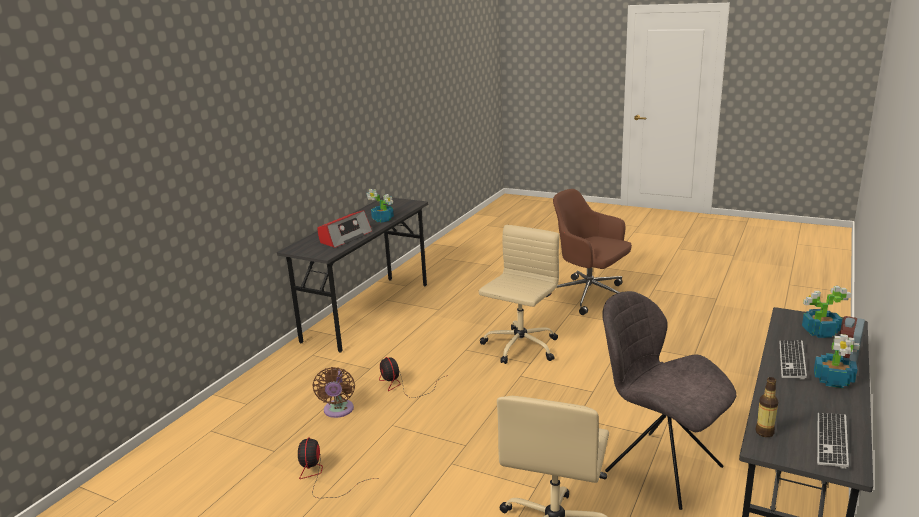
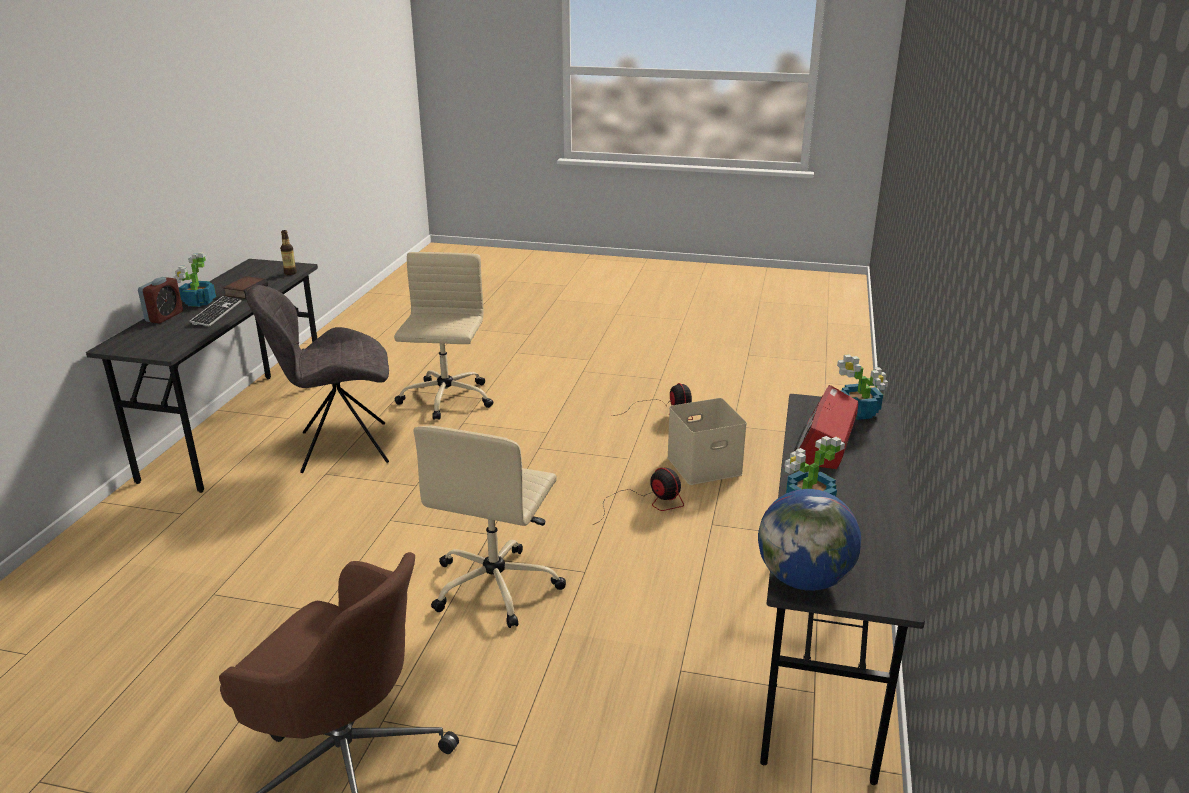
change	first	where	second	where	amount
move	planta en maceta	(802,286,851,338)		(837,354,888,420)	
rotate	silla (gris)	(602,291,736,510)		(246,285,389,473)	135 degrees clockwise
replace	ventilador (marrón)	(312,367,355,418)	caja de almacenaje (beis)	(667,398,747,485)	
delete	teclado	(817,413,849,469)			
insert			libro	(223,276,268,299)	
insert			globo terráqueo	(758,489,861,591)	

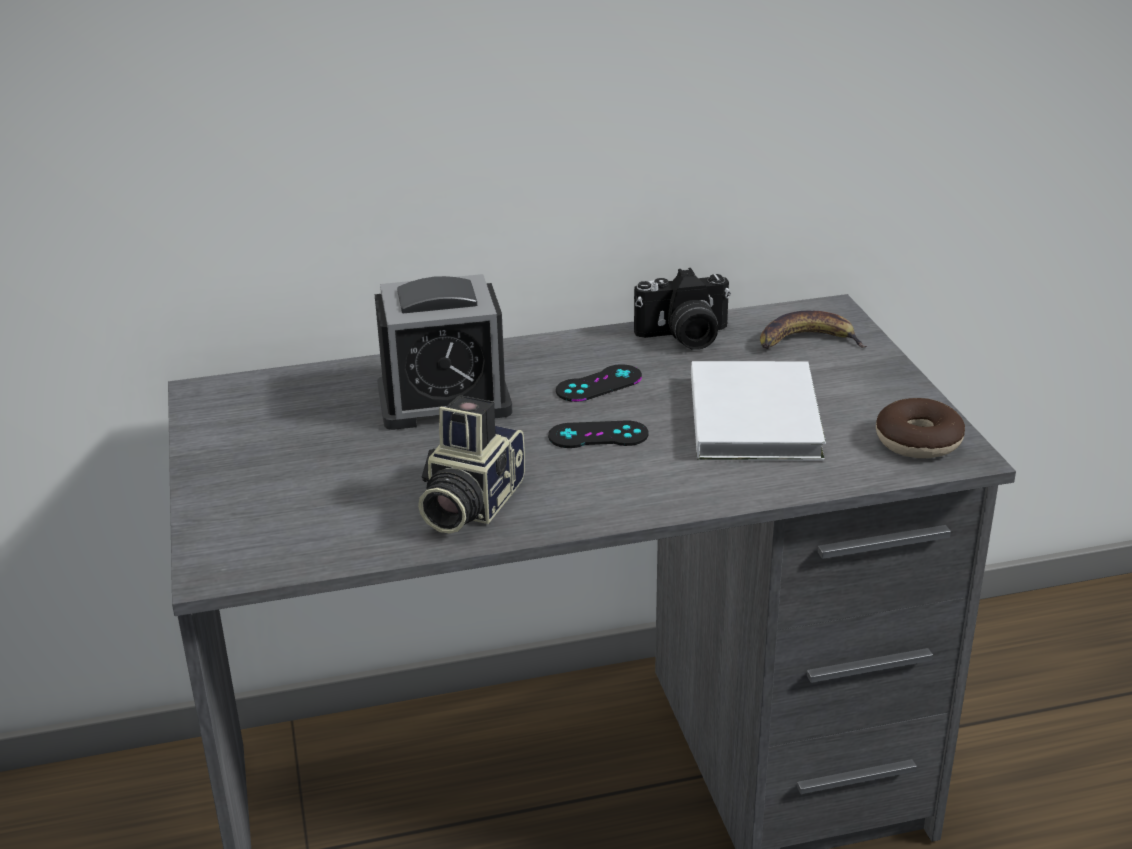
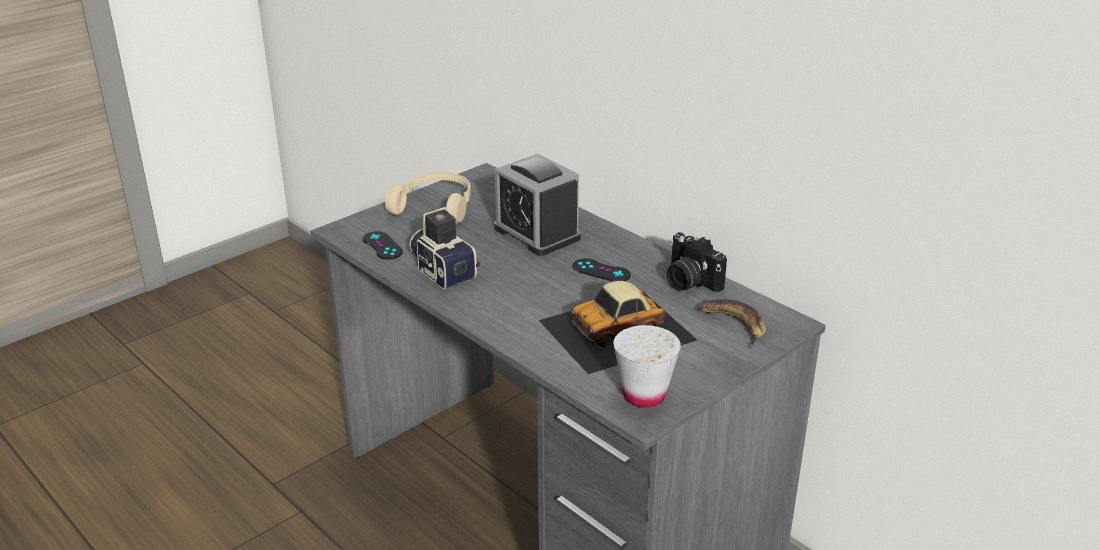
change	first	where	second	where	amount
replace	libro (blanco)	(691,361,826,461)	coche de juguete	(539,281,697,374)	
rotate	cámara	(418,395,525,534)		(409,207,480,289)	60 degrees clockwise
replace	rosquilla	(876,398,965,458)	taza (blanco)	(614,325,681,408)	
move	mando de consola (negro)	(548,420,649,448)		(363,231,403,260)	
insert			auriculares (beis)	(385,172,471,224)	

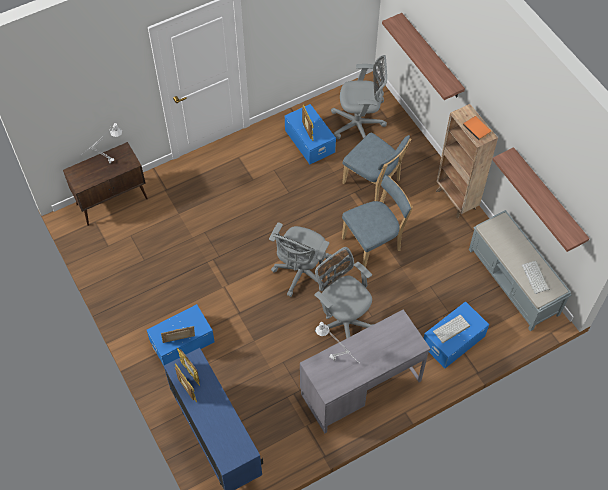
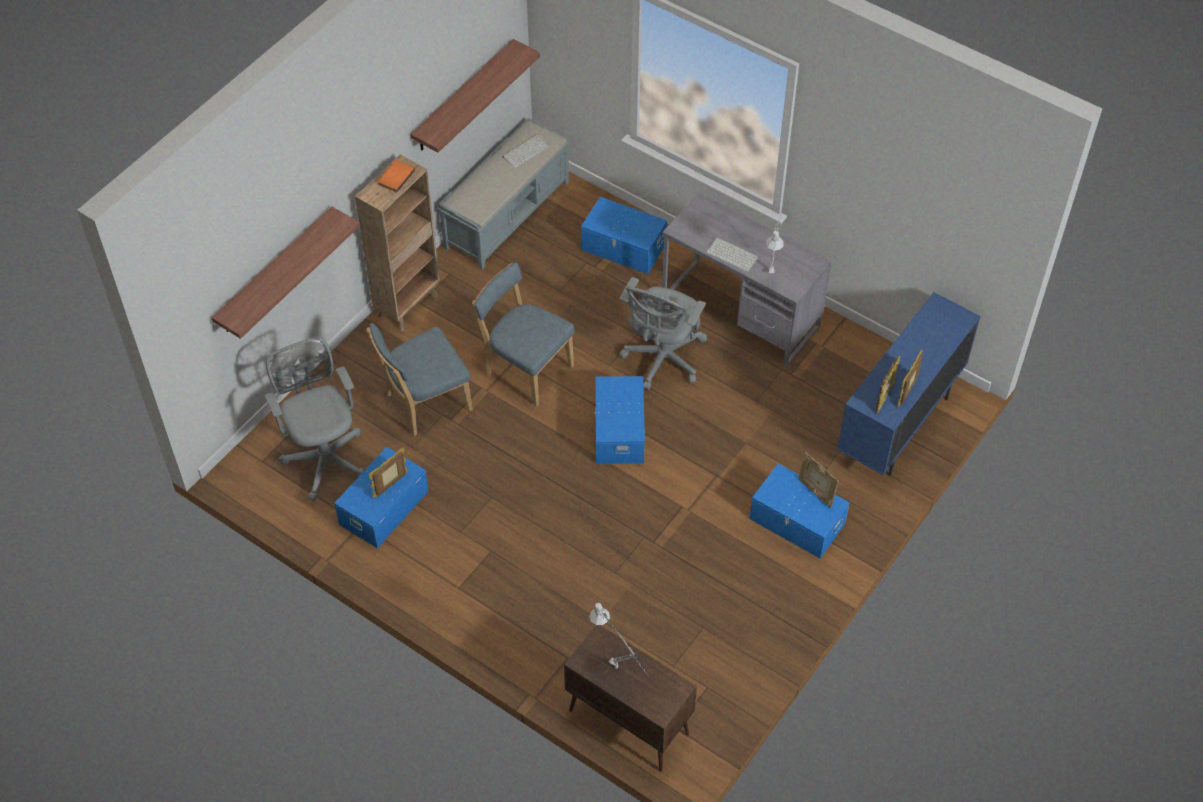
change	first	where	second	where	amount
rotate	silla (azul)	(342,132,411,201)		(366,323,473,436)	135 degrees counterclockwise
replace	silla de oficina (gris)	(269,222,333,297)	caja de almacenaje (azul)	(593,376,645,464)	
move	teclado	(433,315,470,343)		(706,237,759,272)	

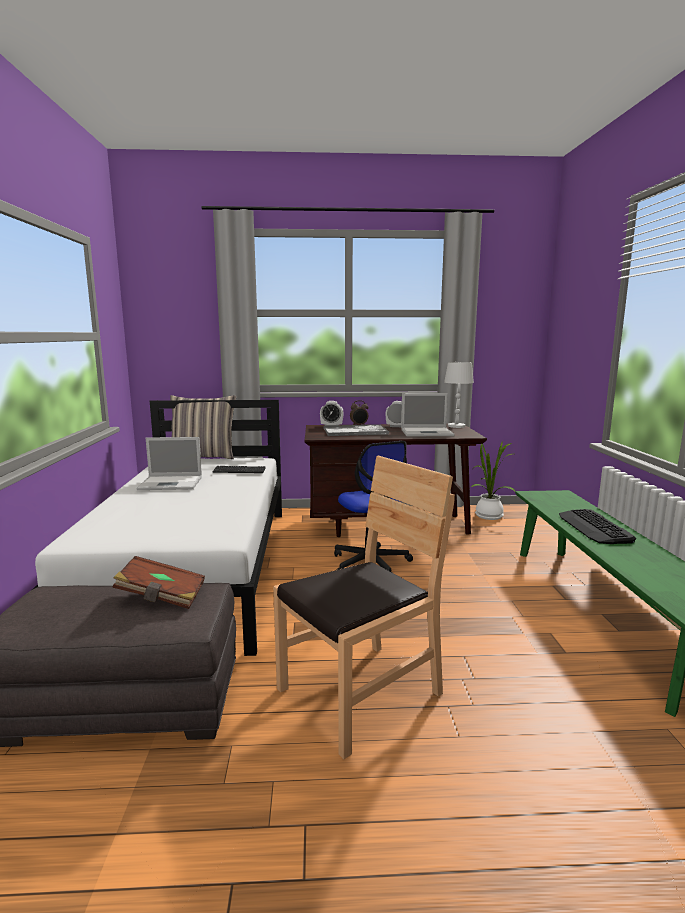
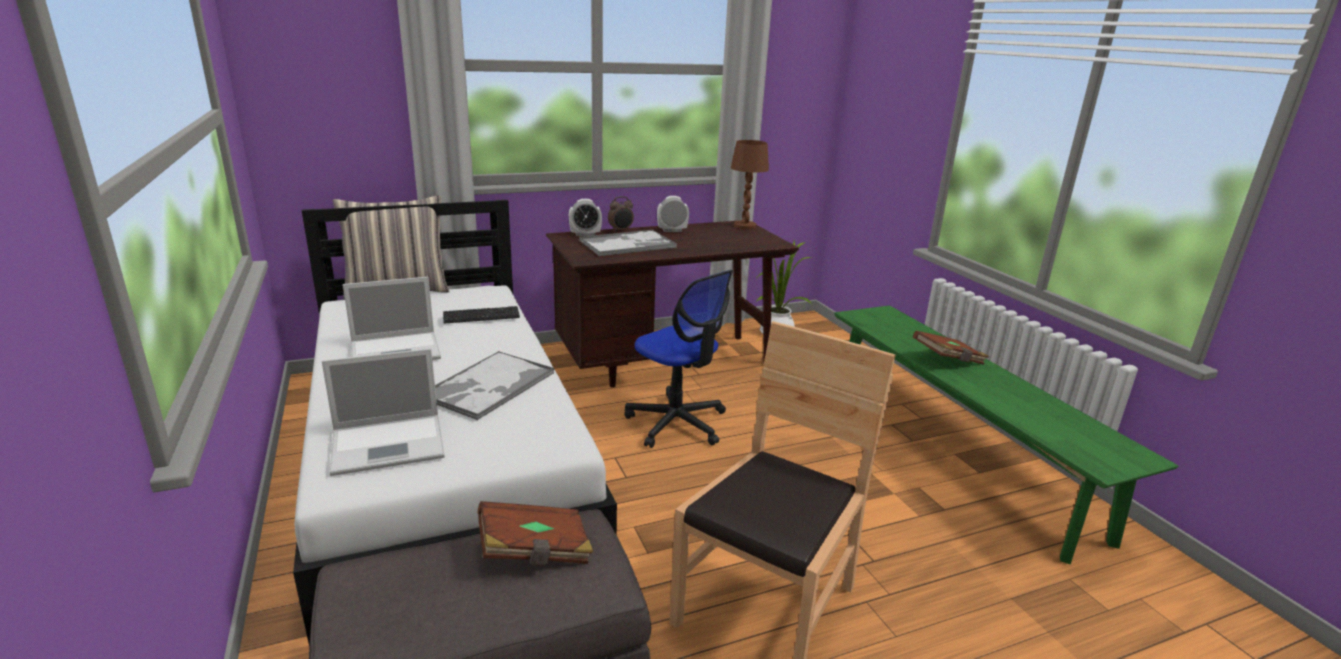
change	first	where	second	where	amount
recolor	lámpara de mesa (blanco)	(444,362,474,428)	lámpara de mesa (marrón)	(731,140,769,229)	
move	portátil	(401,393,455,436)		(322,348,445,476)	
replace	teclado	(559,509,636,544)	libro (marrón)	(913,331,989,365)	
insert			bandeja	(435,351,554,420)	

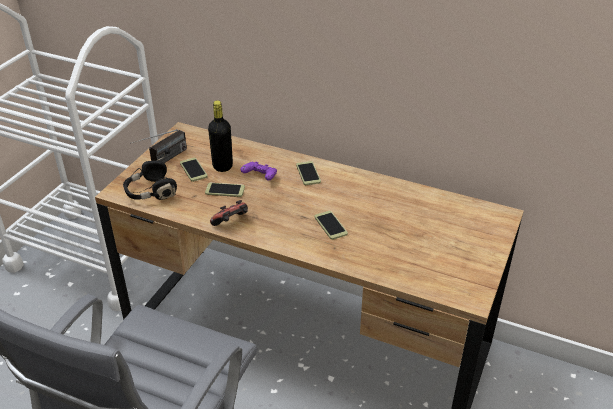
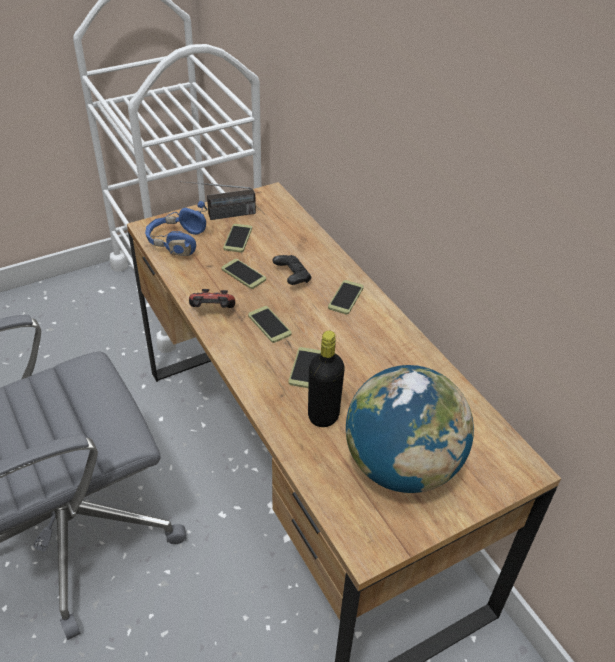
change	first	where	second	where	amount
move	botella (negro)	(208,100,233,172)		(308,331,345,427)	
recolor	auriculares (negro)	(123,148,177,200)	auriculares (azul)	(145,201,207,256)	
recolor	mando de consola (morado)	(240,162,277,181)	mando de consola (negro)	(272,255,311,285)	
insert			móvil	(248,306,292,343)	
insert			globo terráqueo	(346,365,474,493)	

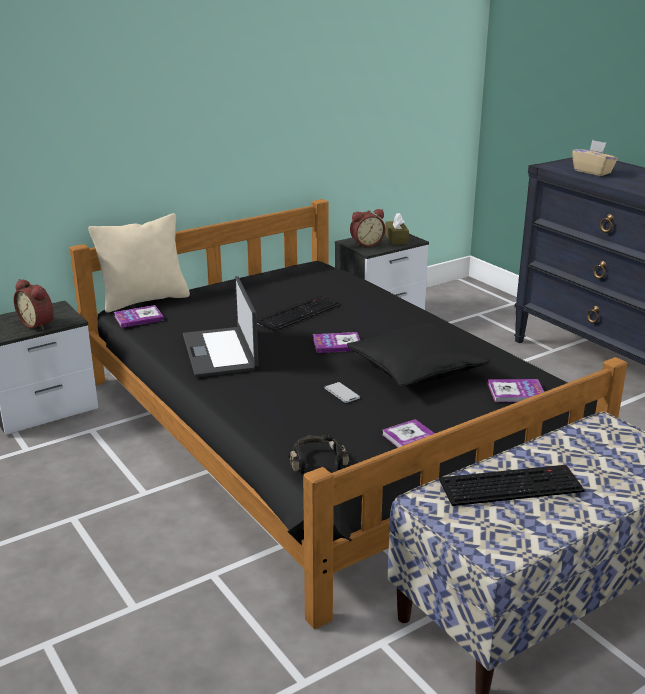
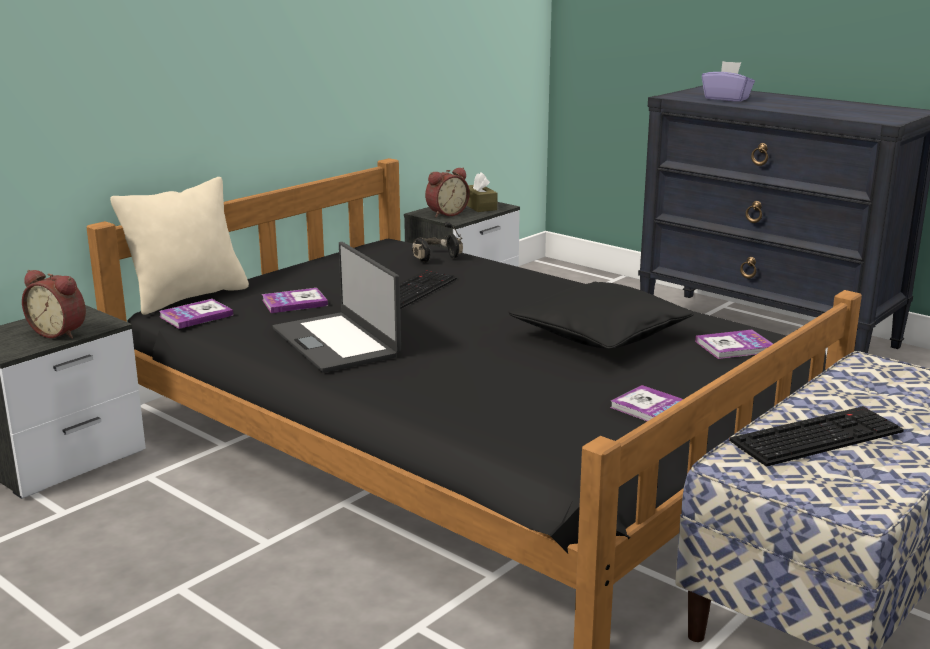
change	first	where	second	where	amount
recolor	caja de pañuelos (beis)	(572,140,618,176)	caja de pañuelos (morado)	(702,61,755,102)	
move	libro	(313,332,360,353)		(262,288,328,313)	
delete	móvil	(325,382,360,403)			
move	auriculares (negro)	(289,434,349,474)		(412,222,463,263)	

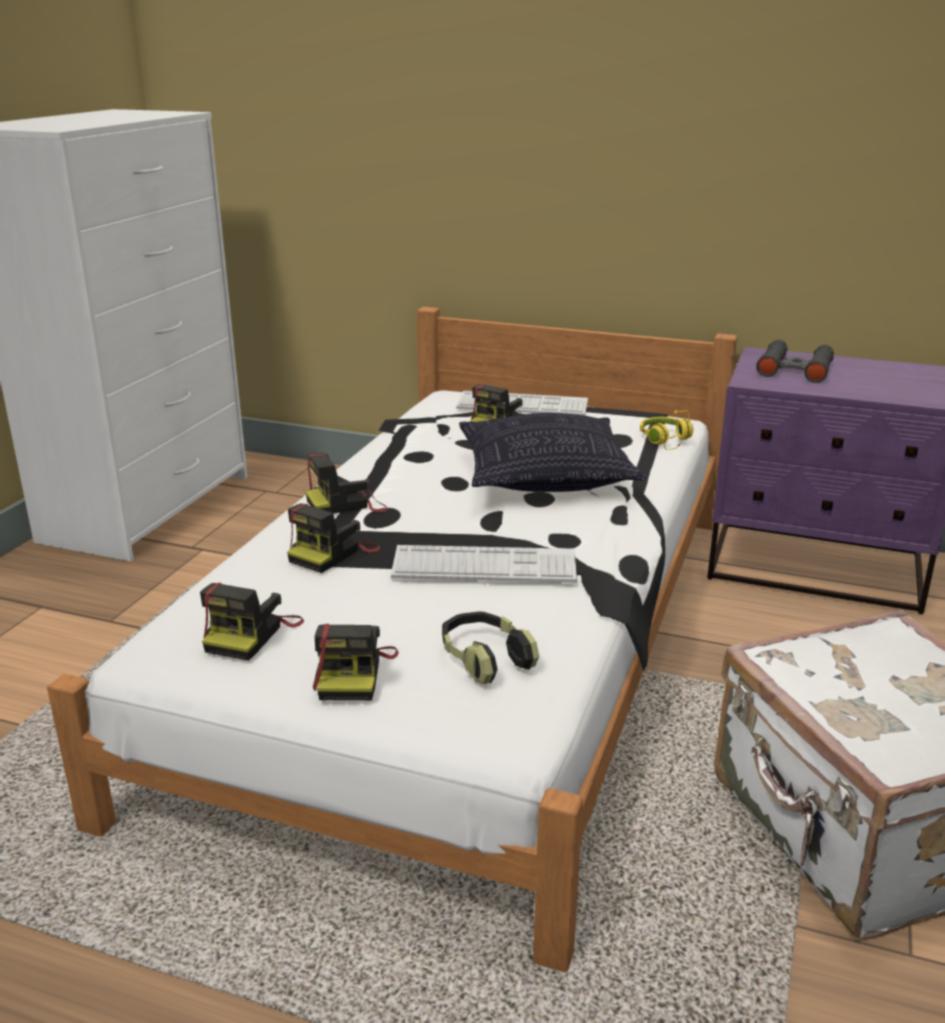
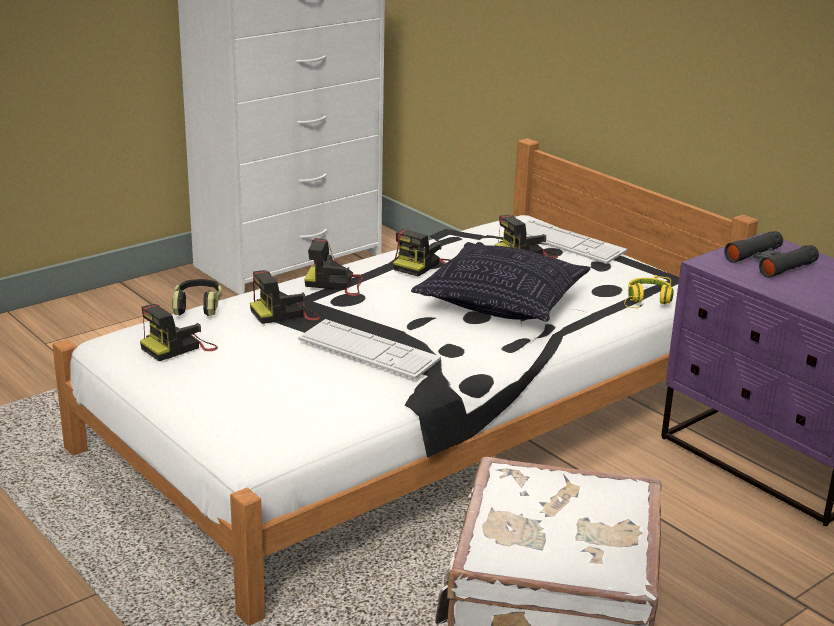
change	first	where	second	where	amount
move	auriculares	(442,611,539,684)		(172,279,222,316)	
move	cámara	(313,623,399,701)		(393,229,450,277)	

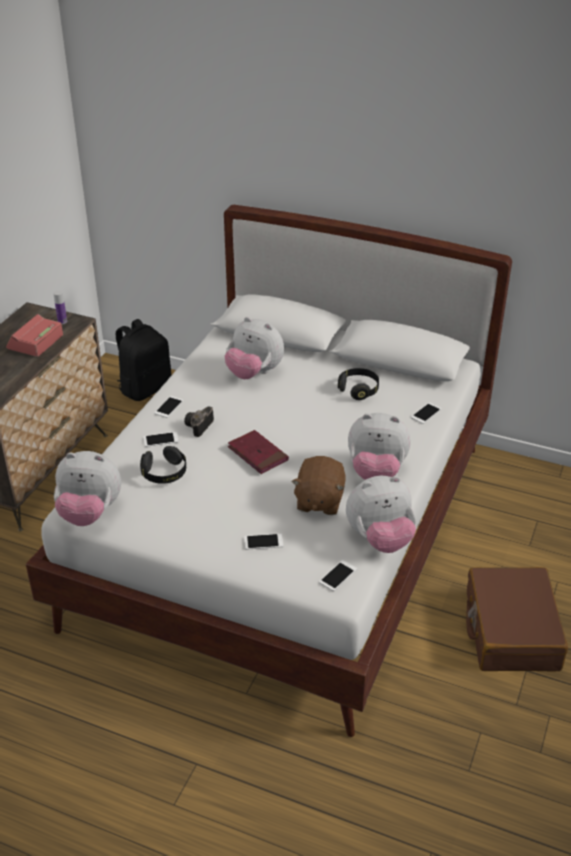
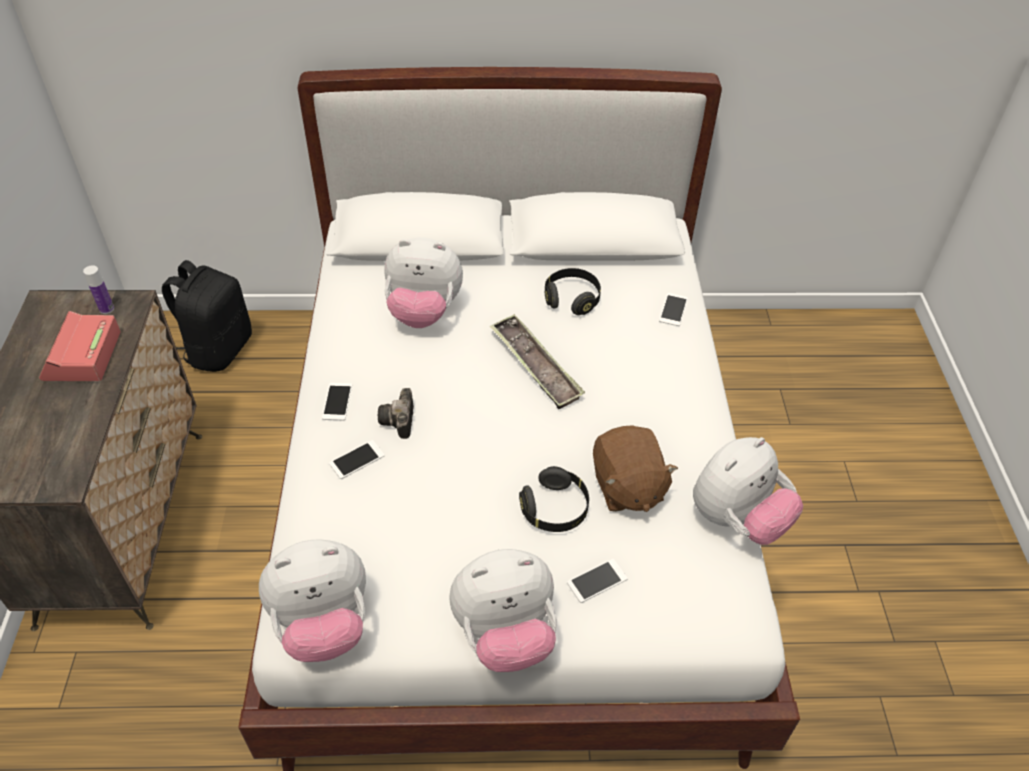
change	first	where	second	where	amount
move	peluche	(348,413,410,480)		(449,549,557,672)	
delete	libro (rojo)	(228,430,289,474)			
move	auriculares (negro)	(140,446,186,484)		(519,466,589,532)	
delete	móvil	(319,560,357,591)			
delete	maleta (marrón)	(466,567,568,672)			
insert			bandeja	(490,314,585,409)	

